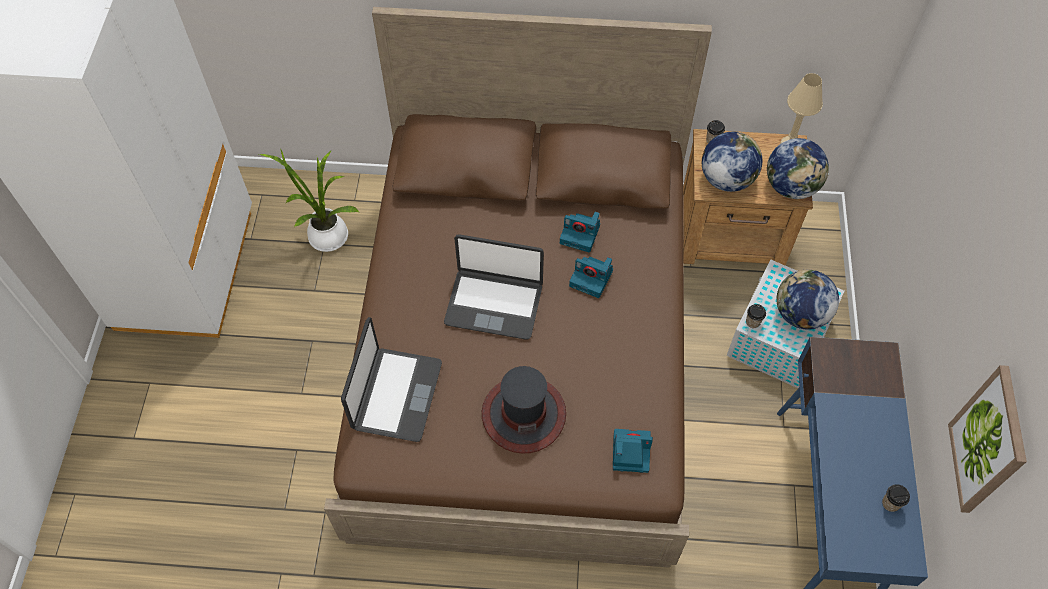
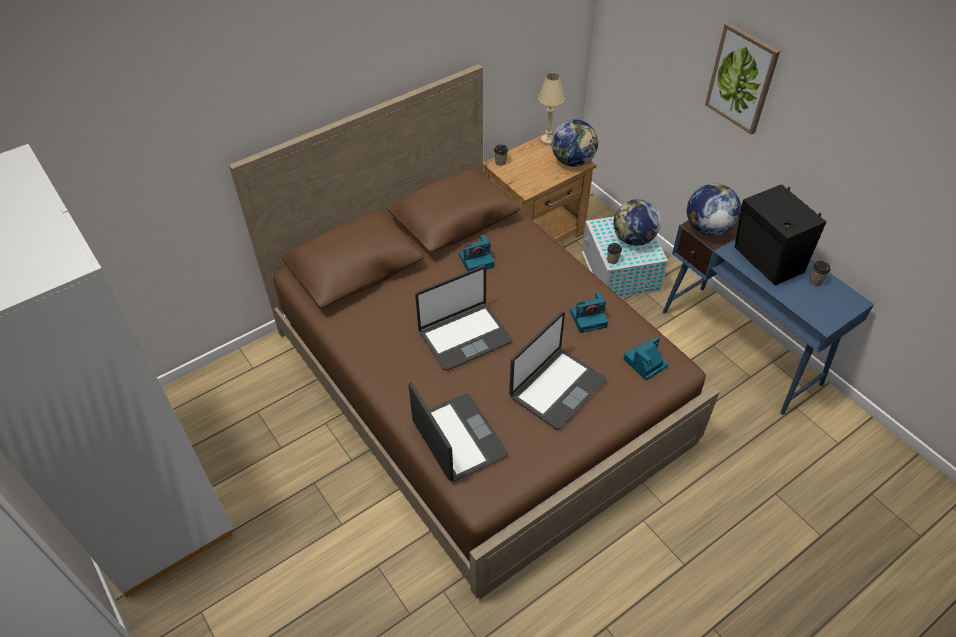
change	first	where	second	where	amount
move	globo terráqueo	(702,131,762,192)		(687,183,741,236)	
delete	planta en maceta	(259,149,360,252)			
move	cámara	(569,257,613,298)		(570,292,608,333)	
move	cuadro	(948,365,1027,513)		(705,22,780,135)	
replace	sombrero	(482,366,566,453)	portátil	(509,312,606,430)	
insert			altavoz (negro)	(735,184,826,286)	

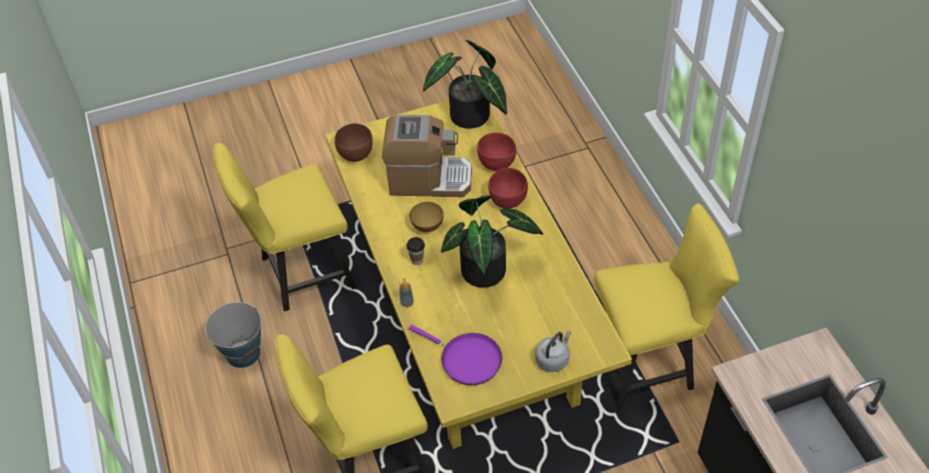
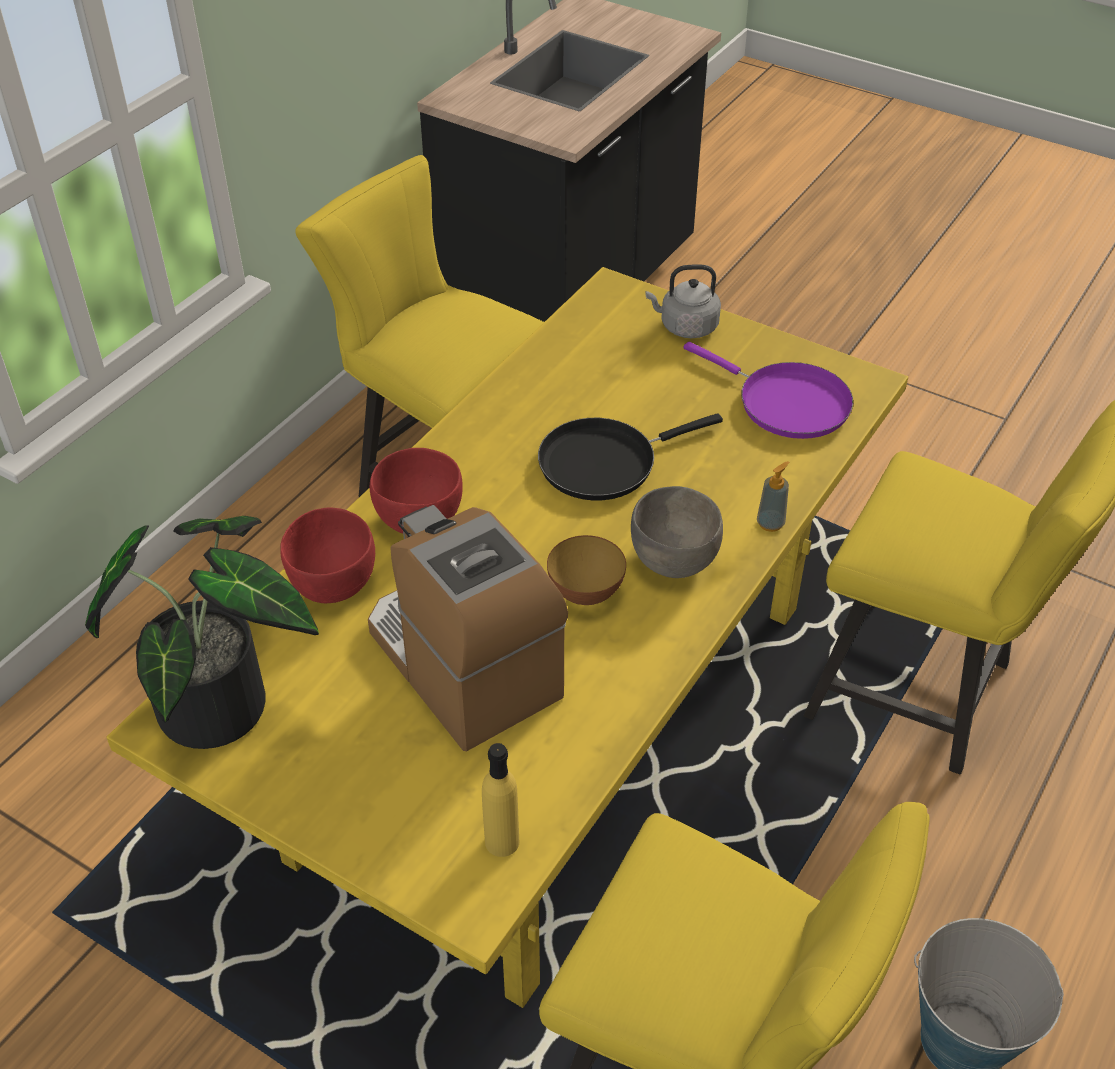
change	first	where	second	where	amount
replace	cuenco (marrón)	(335,123,372,162)	botella (amarillo)	(482,743,520,857)	
replace	planta en maceta	(441,195,543,288)	sartén (negro)	(538,413,723,500)	
replace	taza	(406,237,425,265)	cuenco (gris)	(631,486,723,578)	
rotate	sartén (morado)	(409,325,502,385)		(684,342,853,439)	135 degrees clockwise

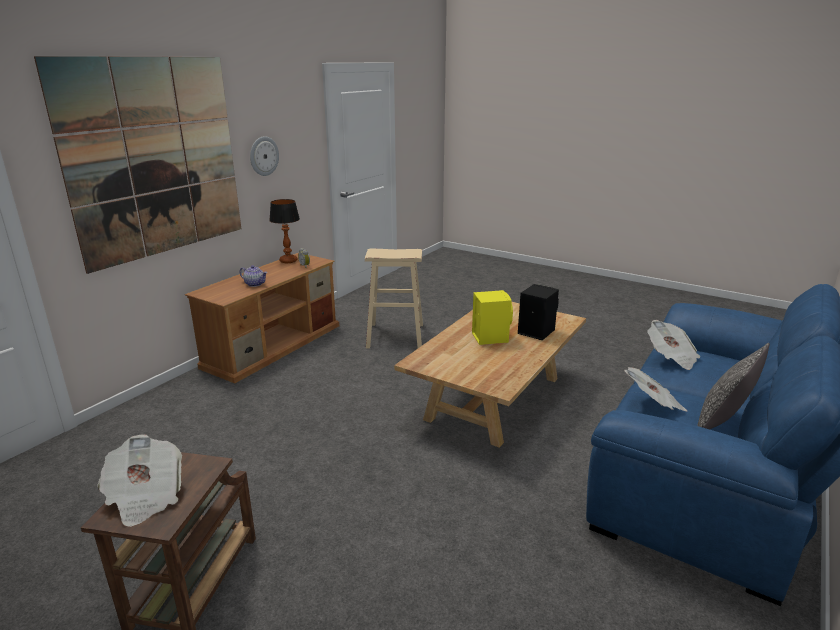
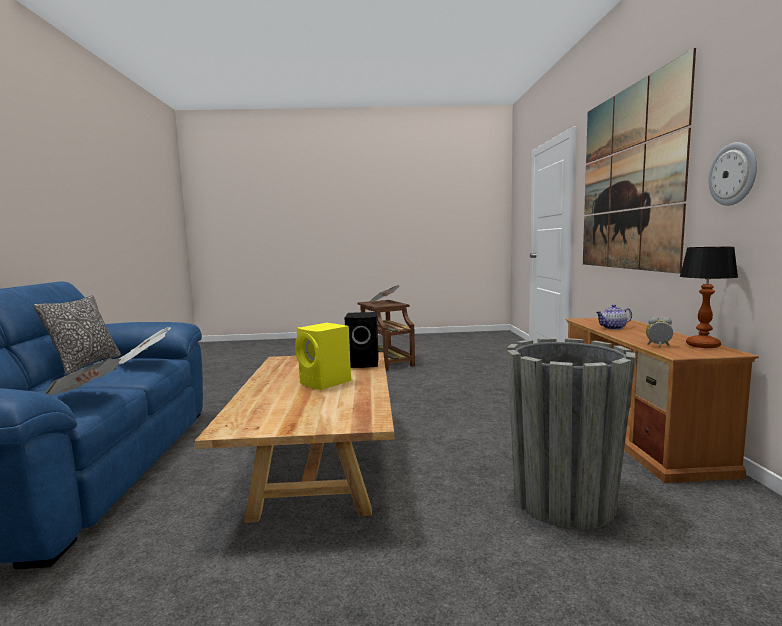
change	first	where	second	where	amount
replace	taburete (beis)	(365,249,423,348)	maceta (gris)	(507,338,636,530)	
move	altavoz (negro)	(518,284,559,340)		(345,312,379,368)	

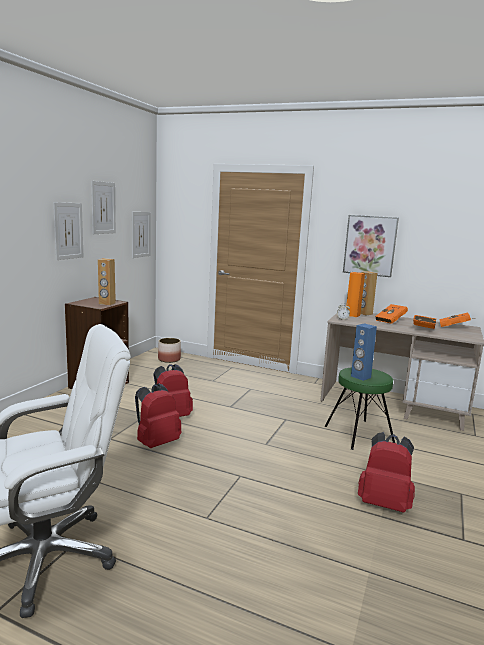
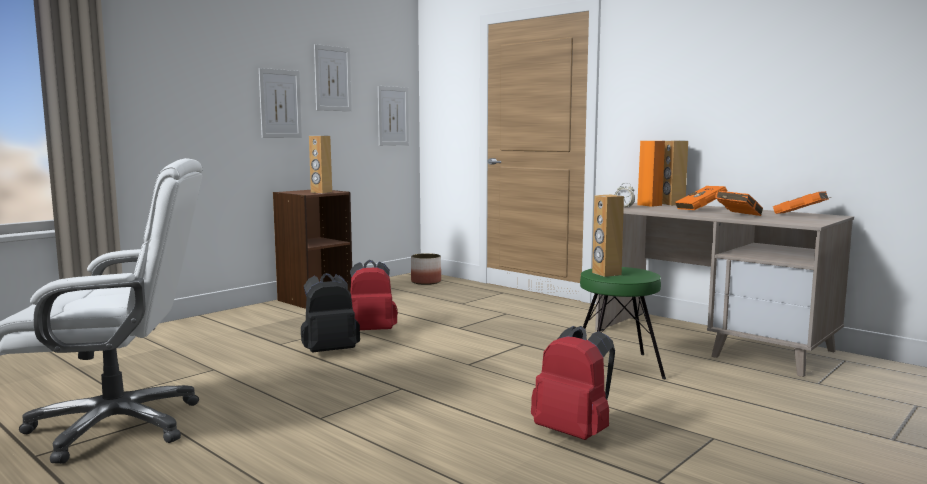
change	first	where	second	where	amount
delete	cuadro	(343,215,399,277)			
recolor	altavoz (azul)	(351,323,377,381)	altavoz (marrón)	(592,195,624,277)	
recolor	mochila (rojo)	(135,383,181,448)	mochila (negro)	(301,273,360,352)	

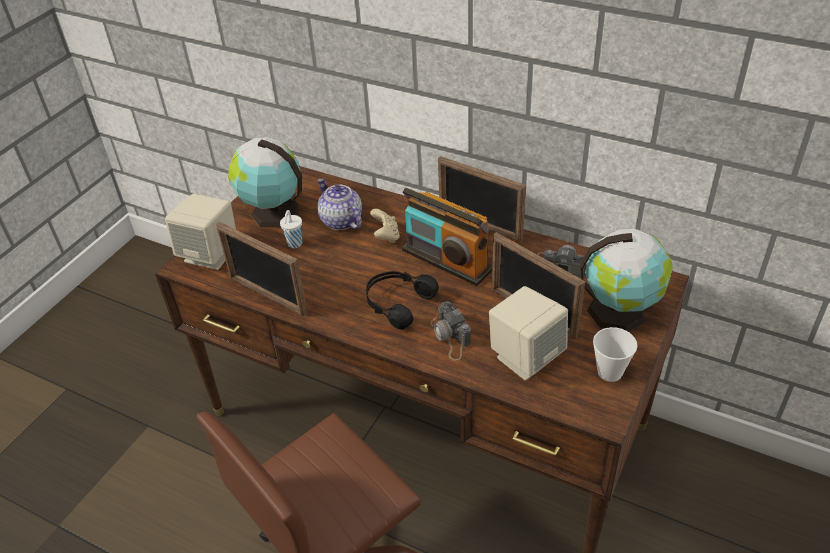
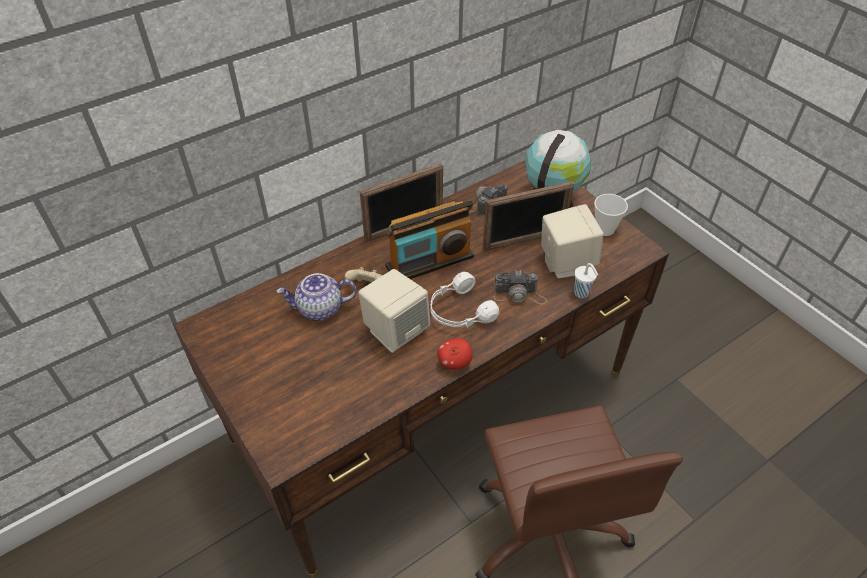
change	first	where	second	where	amount
delete	globo terráqueo	(228,137,302,228)			
move	altavoz (beis)	(165,194,236,270)		(358,269,431,353)	
move	taza (blanco)	(280,210,302,248)		(574,263,598,298)	
delete	portarretratos	(216,222,308,317)			
recolor	auriculares (negro)	(366,271,439,329)	auriculares (blanco)	(431,272,500,328)	
insert			manzana	(437,338,473,369)	

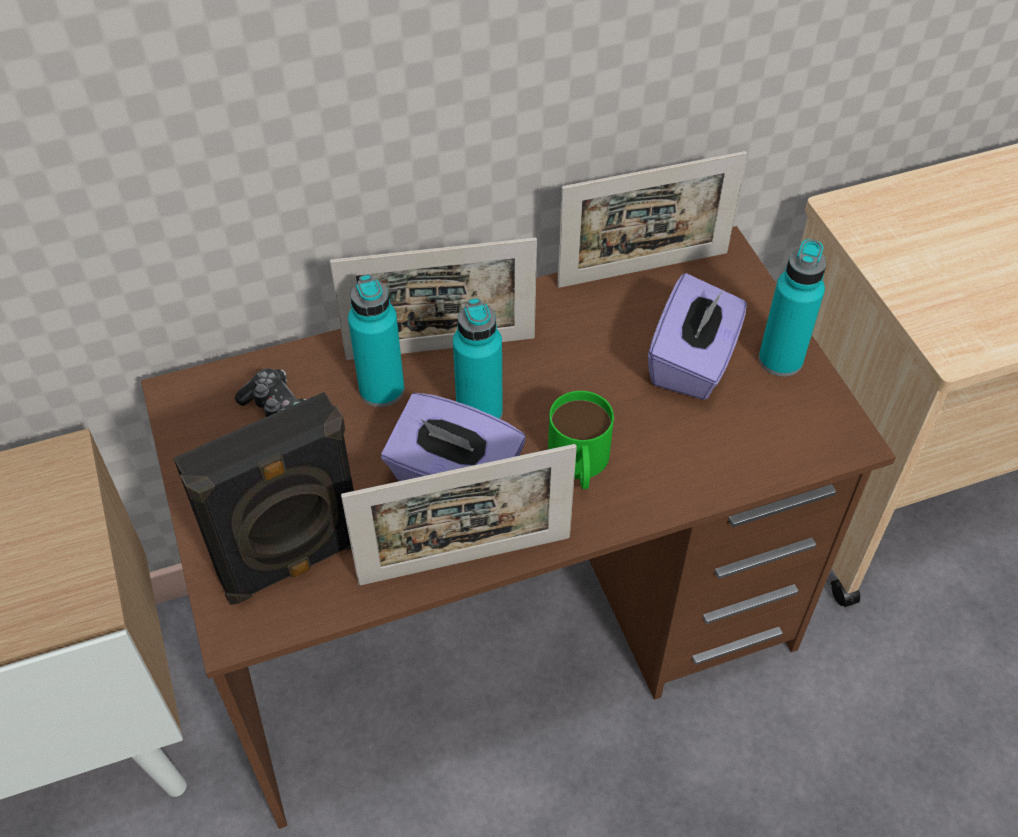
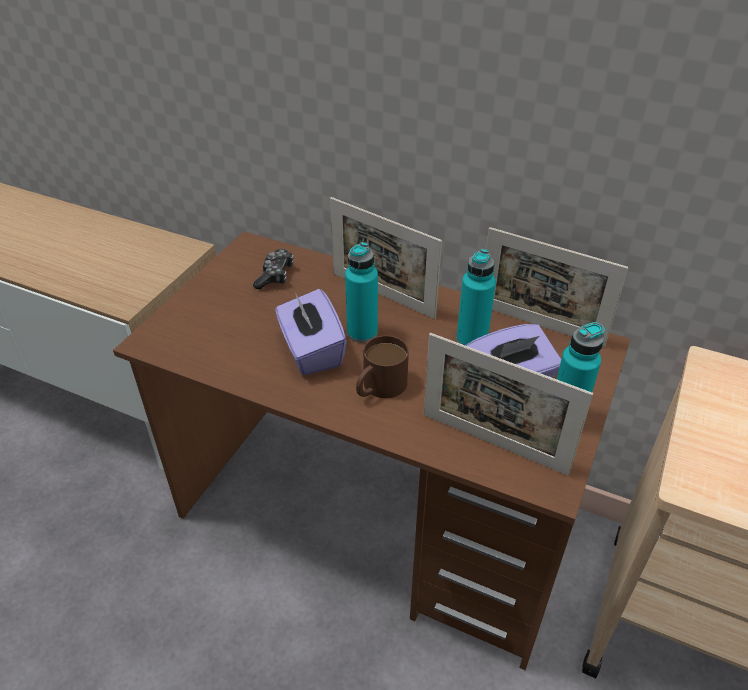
change	first	where	second	where	amount
move	botella (turquesa)	(348,274,404,407)		(456,249,496,345)	
recolor	taza grande (verde)	(548,391,614,489)	taza grande (marrón)	(356,335,409,398)	
delete	altavoz (negro)	(173,392,354,605)			
move	portarretratos	(341,444,577,585)		(424,333,593,476)	

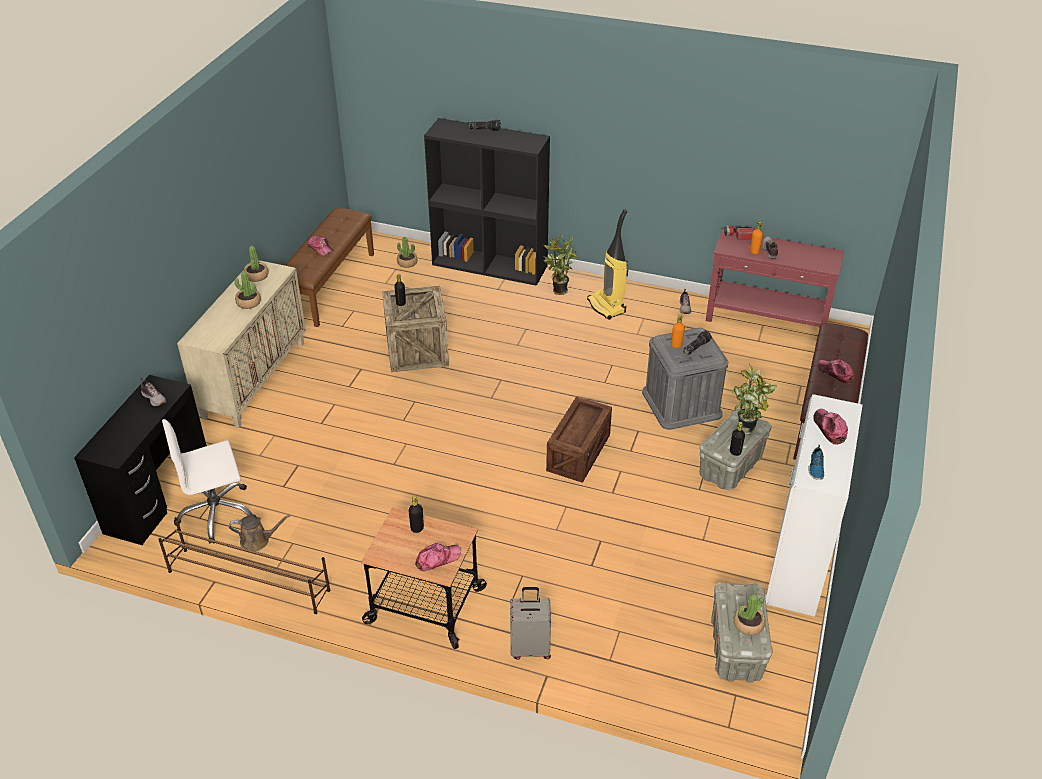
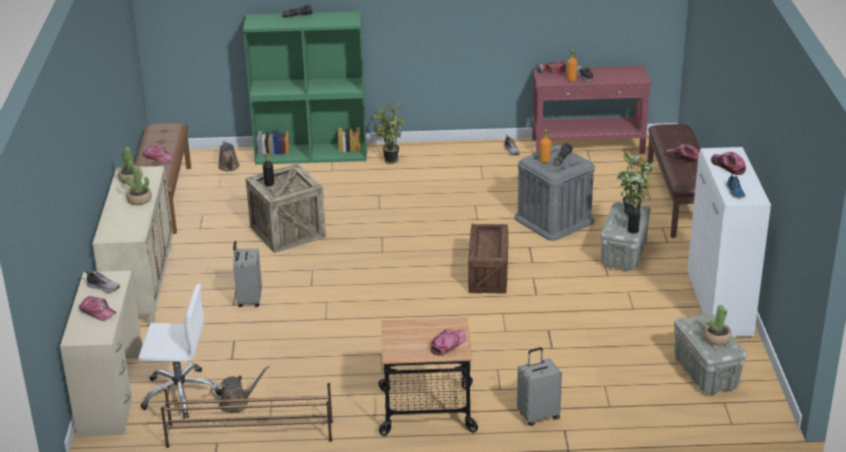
change	first	where	second	where	amount
recolor	estantería (negro)	(424,118,550,286)	estantería (verde)	(243,11,366,165)	
delete	aspiradora	(587,209,628,320)			
replace	planta en maceta	(397,237,418,268)	regadera (marrón)	(218,141,240,171)	
recolor	escritorio (negro)	(74,375,207,545)	escritorio (beis)	(60,271,142,436)	
rotate	silla de oficina (blanco)	(162,419,256,544)		(138,284,222,419)	135 degrees counterclockwise
delete	botella (negro)	(408,496,424,533)			
insert			maleta (gris)	(233,241,262,307)	
insert			gorra	(79,296,117,321)	

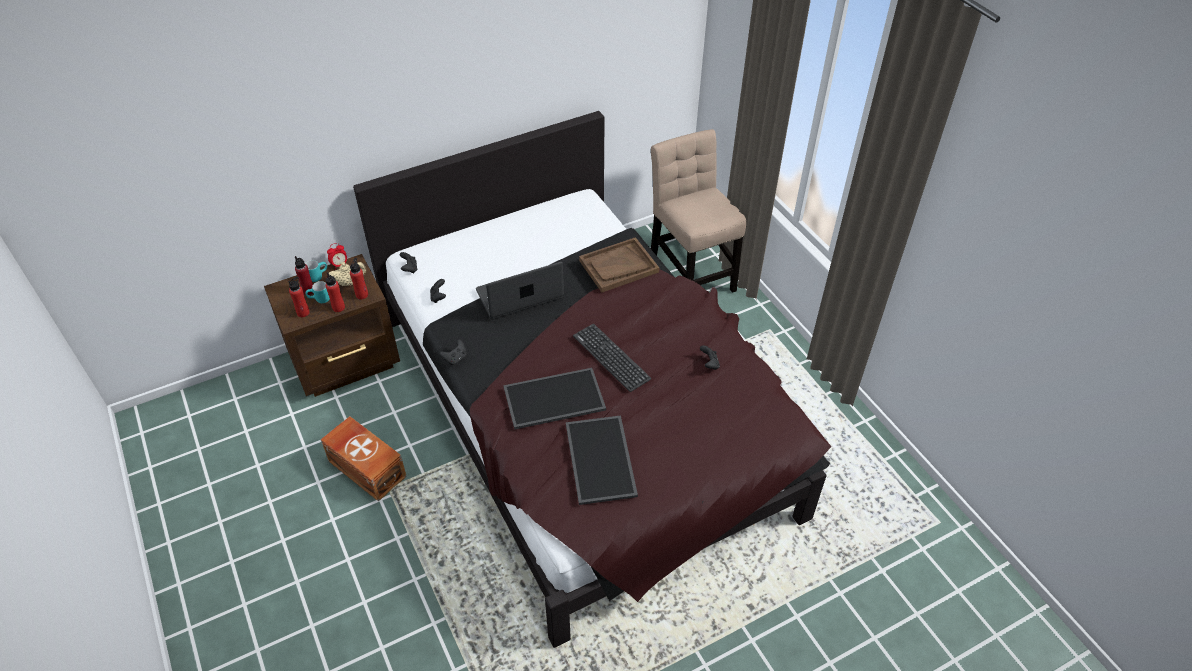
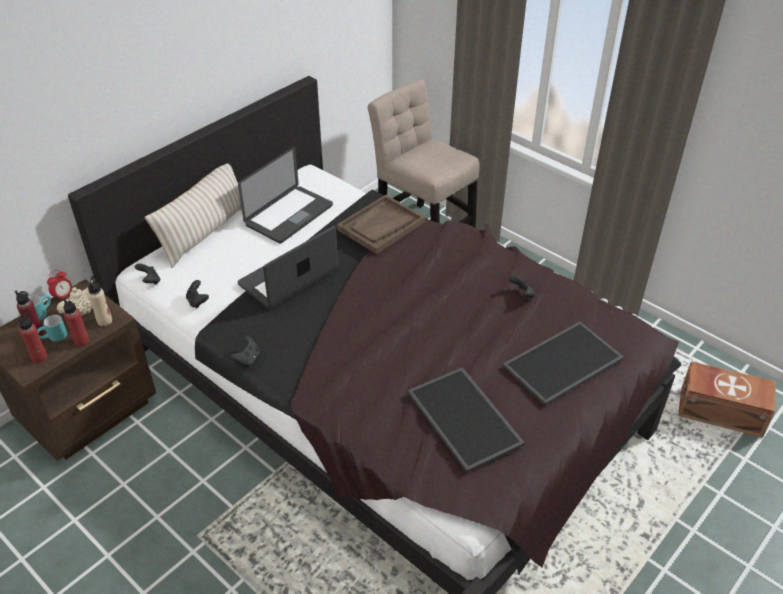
change	first	where	second	where	amount
recolor	botella (rojo)	(350,258,368,299)	botella (beis)	(88,276,112,326)	
delete	teclado	(573,324,651,392)			
move	bandeja	(503,368,606,430)		(503,322,624,406)	
move	caja de almacenaje (marrón)	(320,416,407,501)		(678,361,776,438)	
insert			portátil	(238,147,333,243)	
insert			cojín (beis)	(145,163,242,268)	

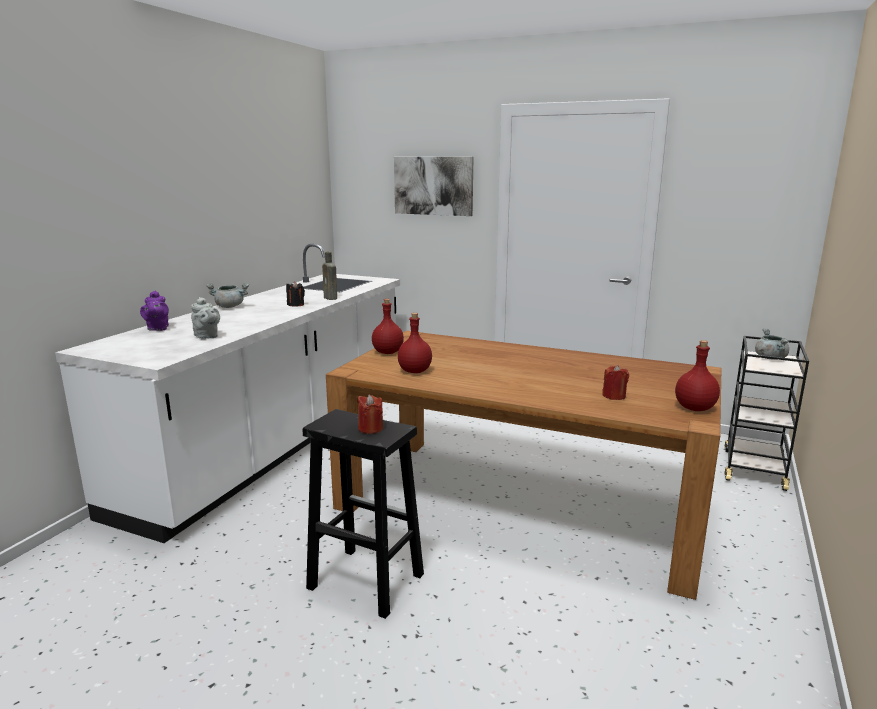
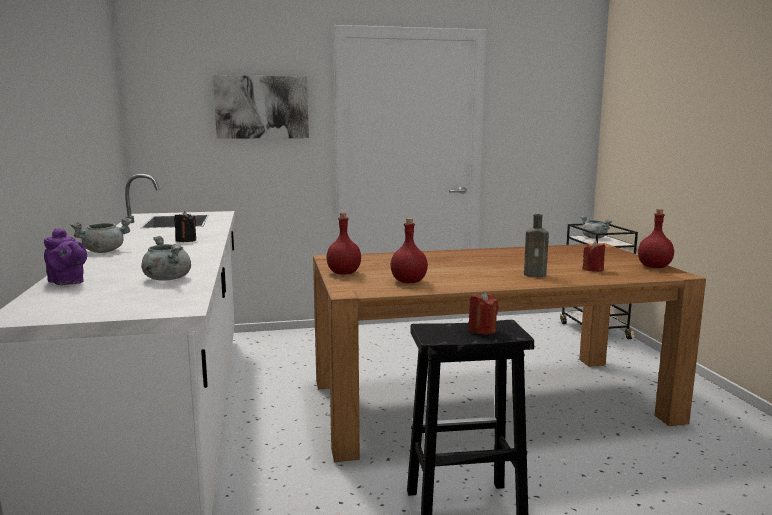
change	first	where	second	where	amount
move	botella (marrón)	(322,252,337,300)		(524,214,549,277)	
replace	tetera (gris)	(191,297,220,339)	olla (gris)	(141,236,191,281)	

